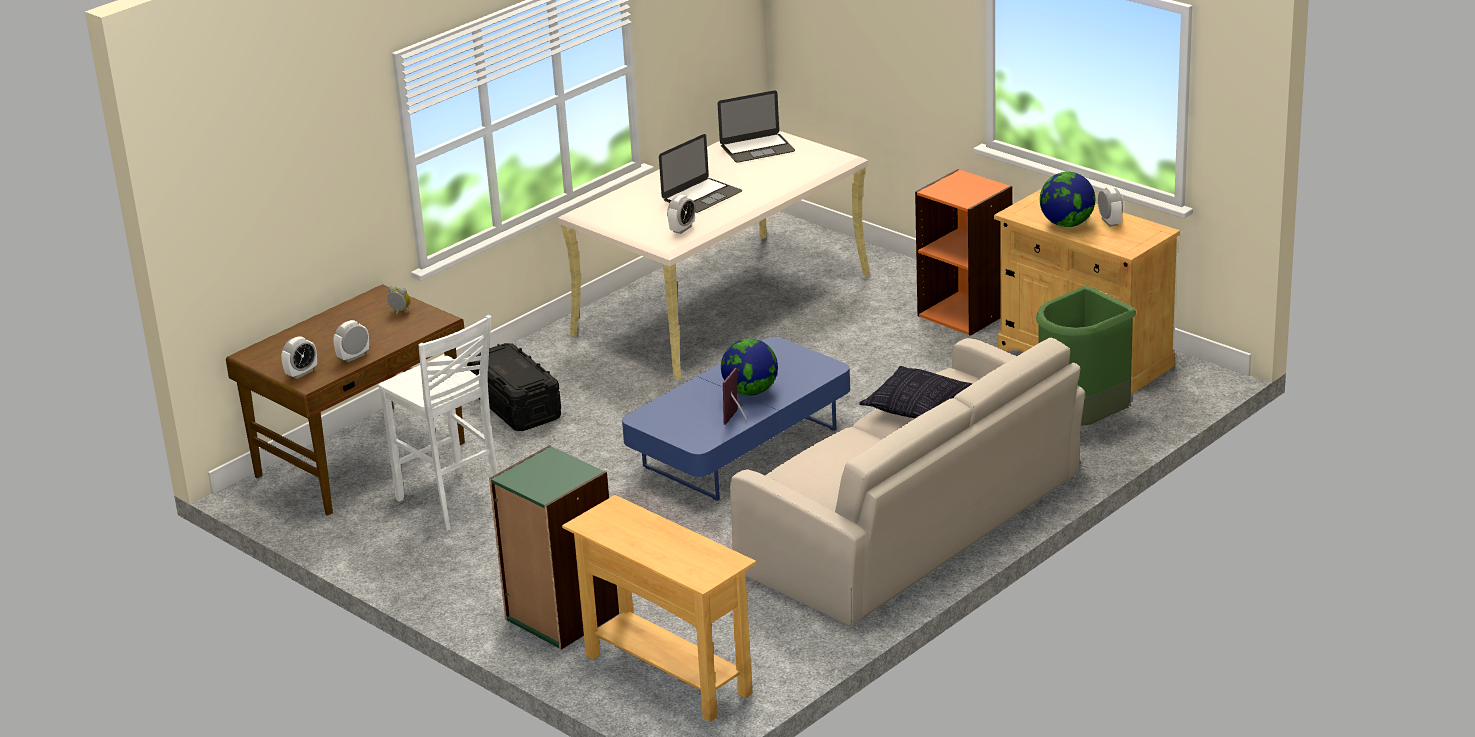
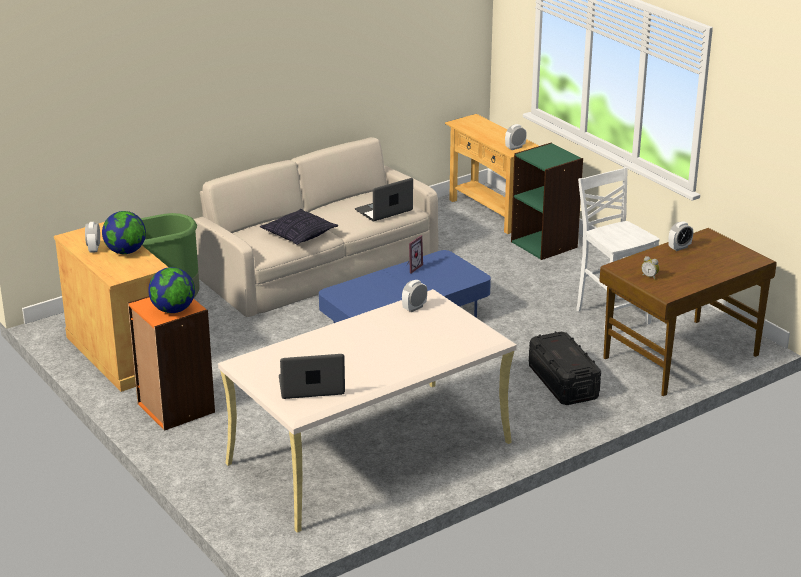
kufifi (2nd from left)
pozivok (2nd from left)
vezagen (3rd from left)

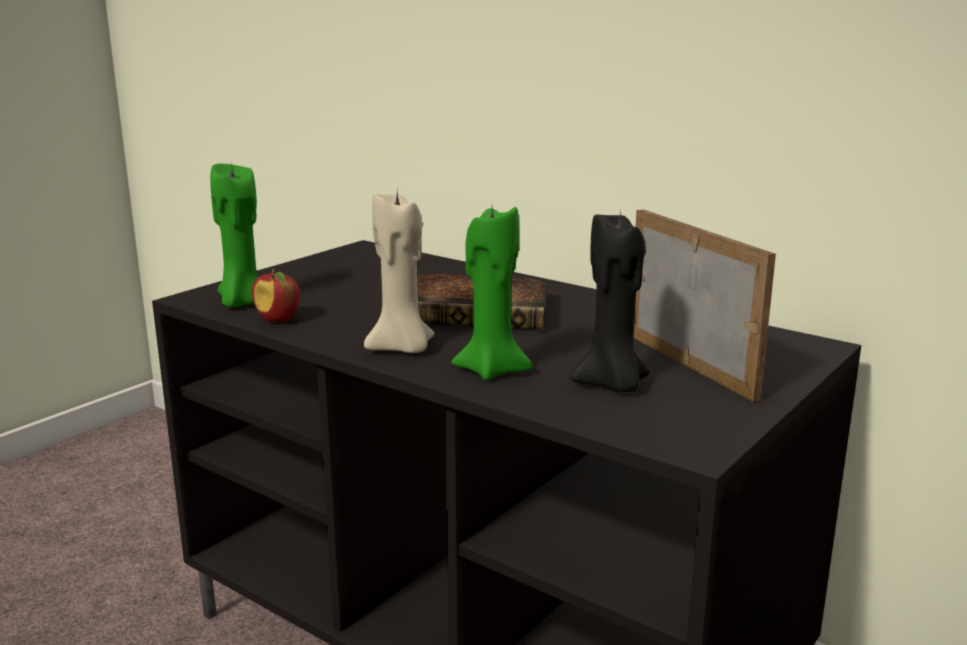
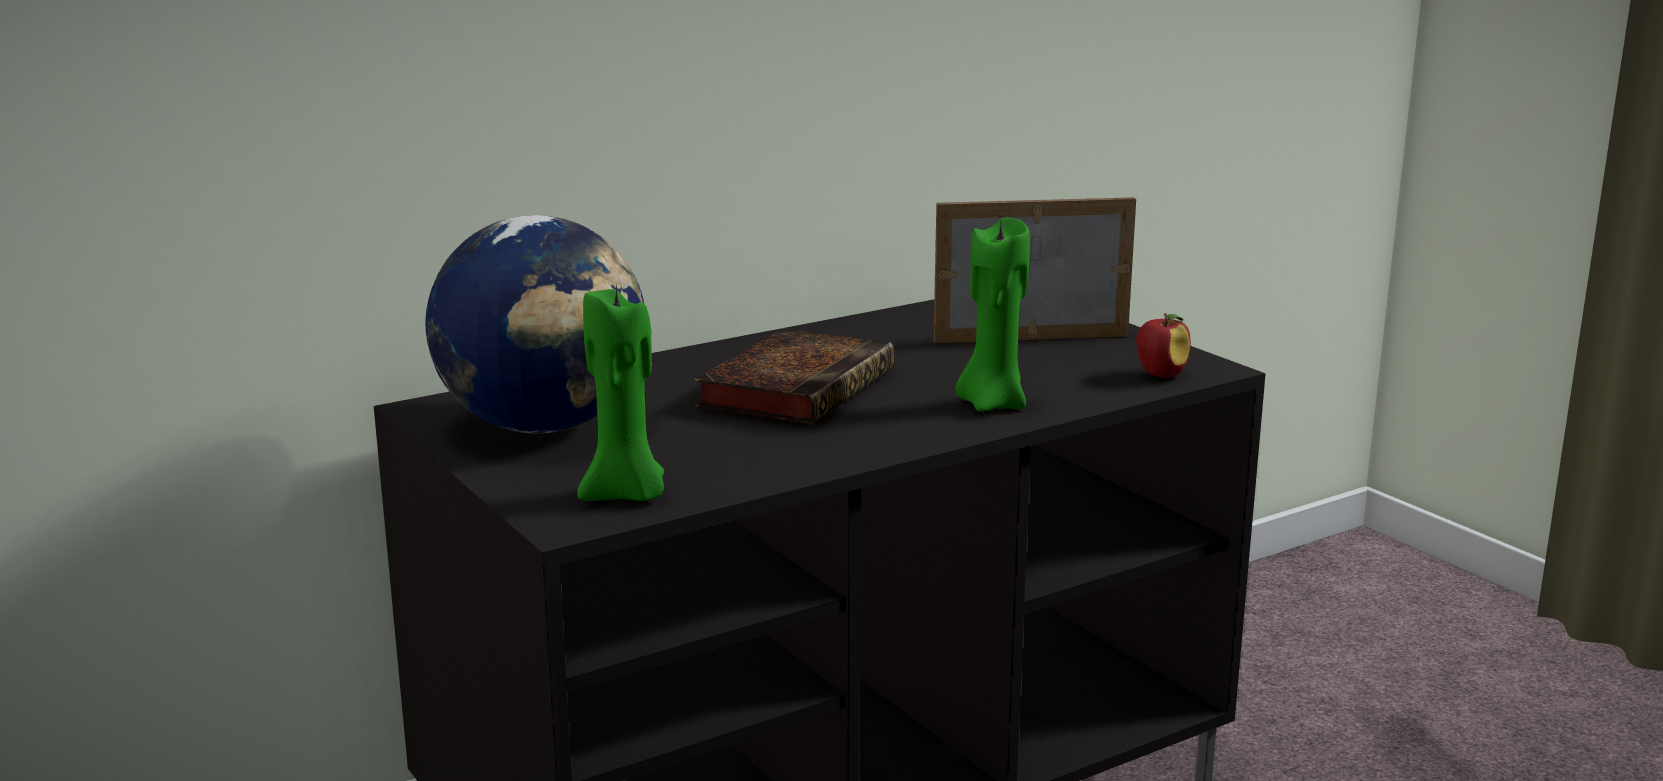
kufifi
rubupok
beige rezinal
black rezinal

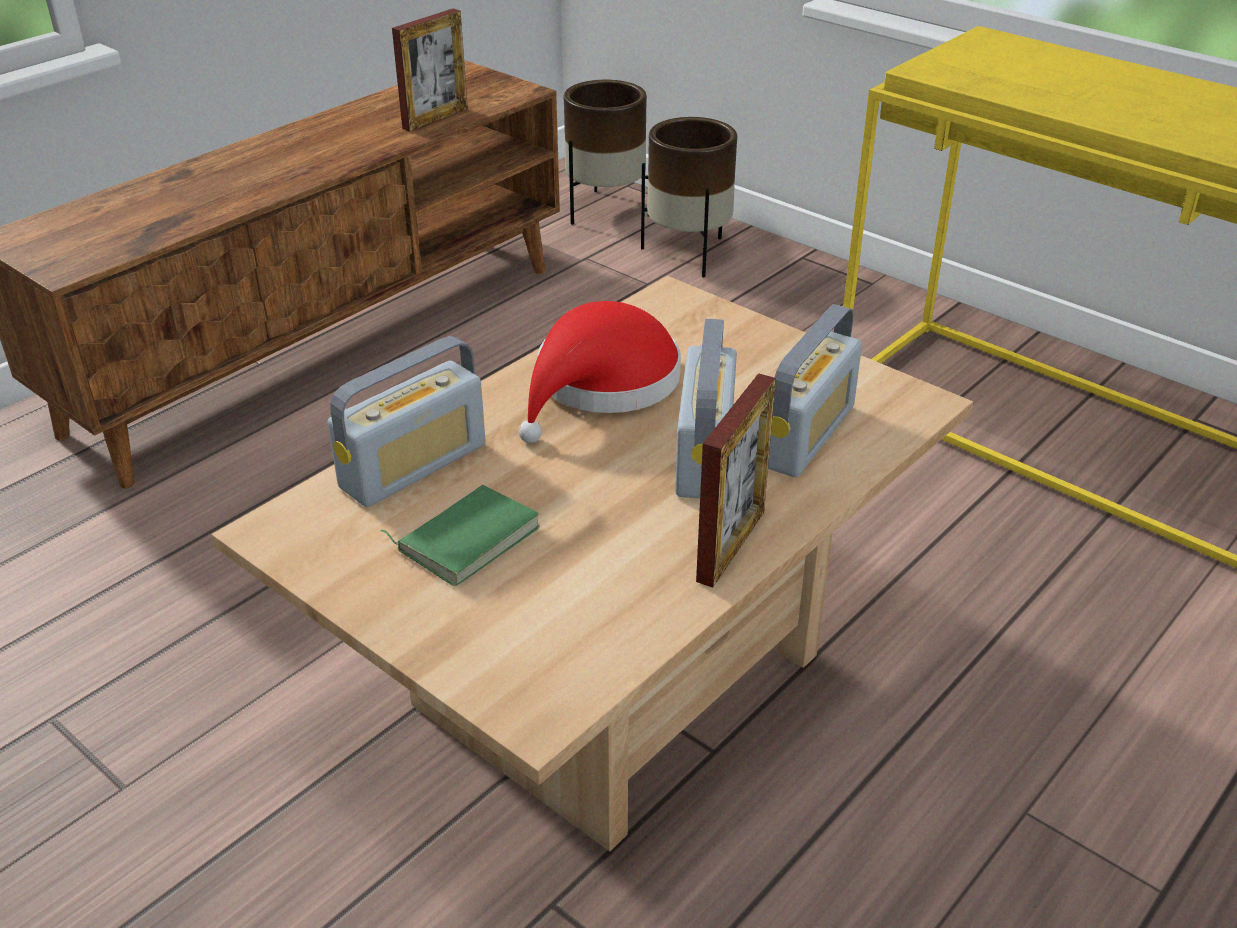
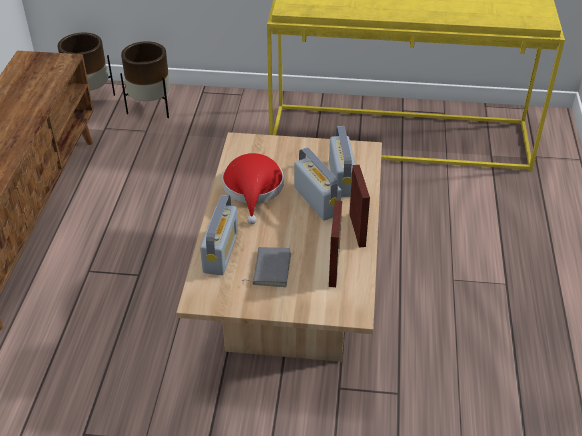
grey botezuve
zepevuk (1st from left)

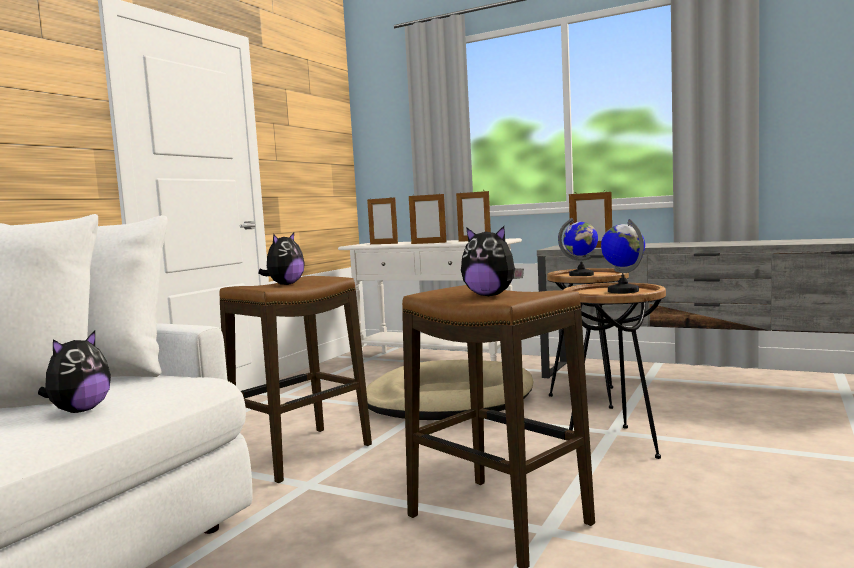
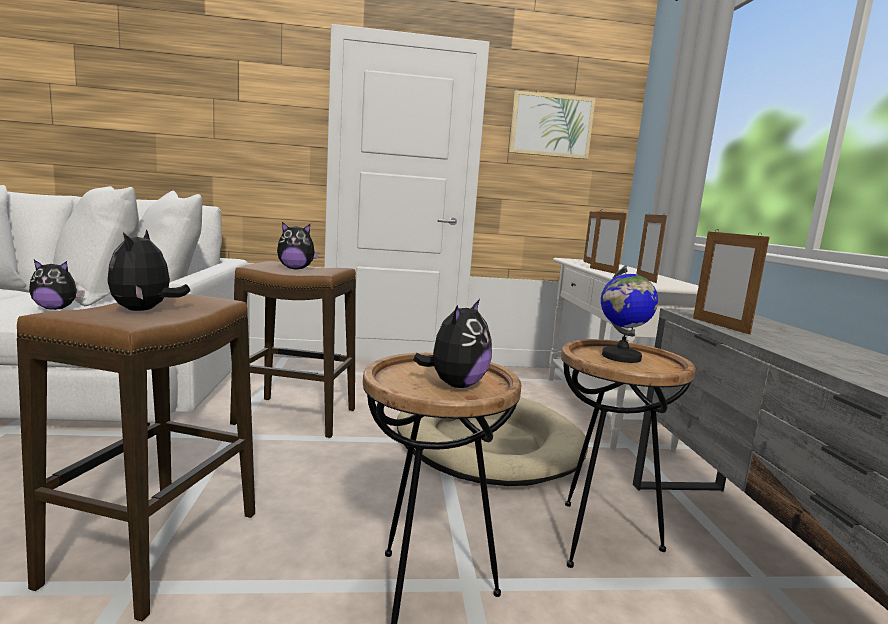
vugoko (4th from left)
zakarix

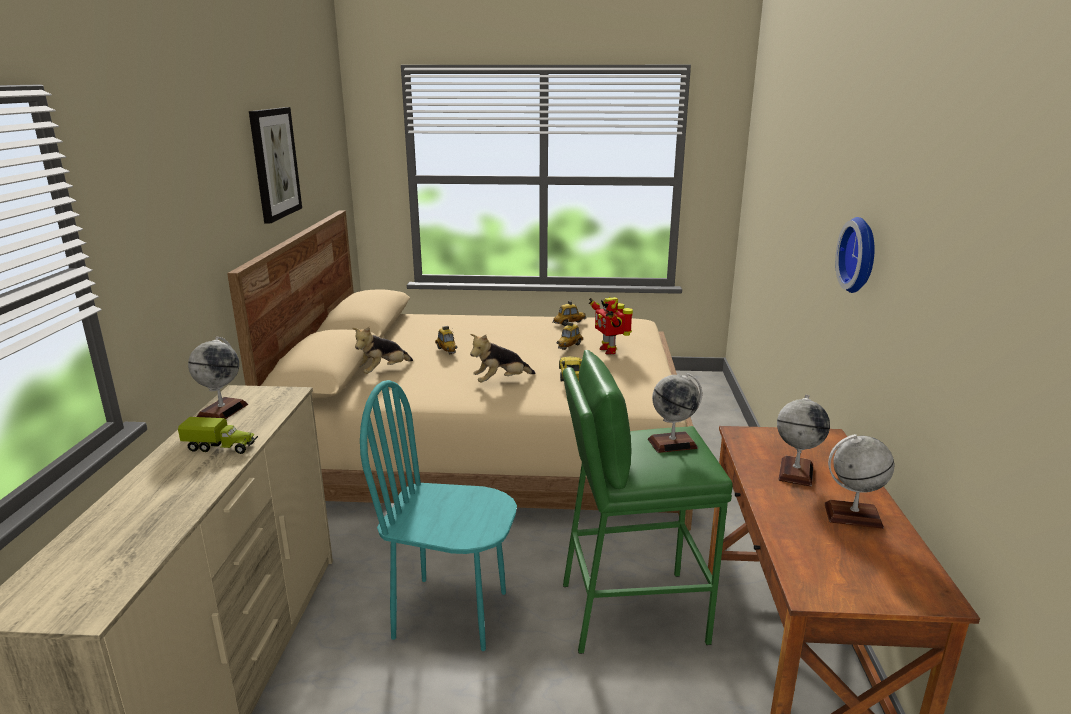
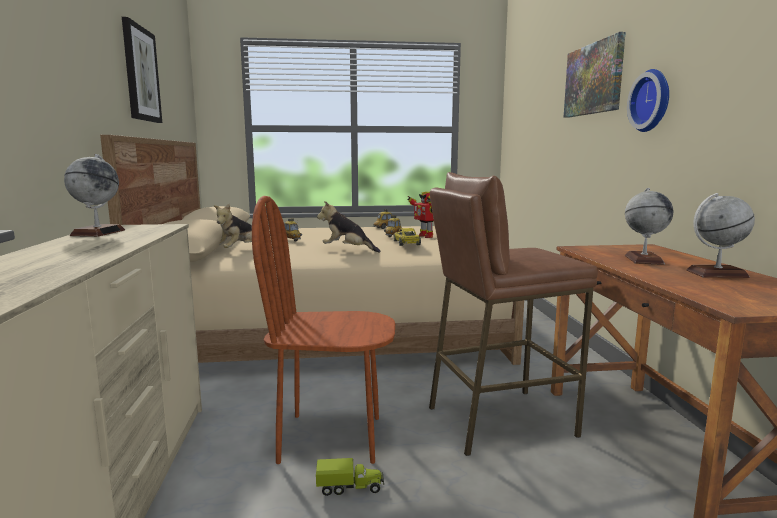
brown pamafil
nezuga
vugoko (2nd from left)
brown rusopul
zakarix (2nd from left)
kufifi (2nd from left in the first image)

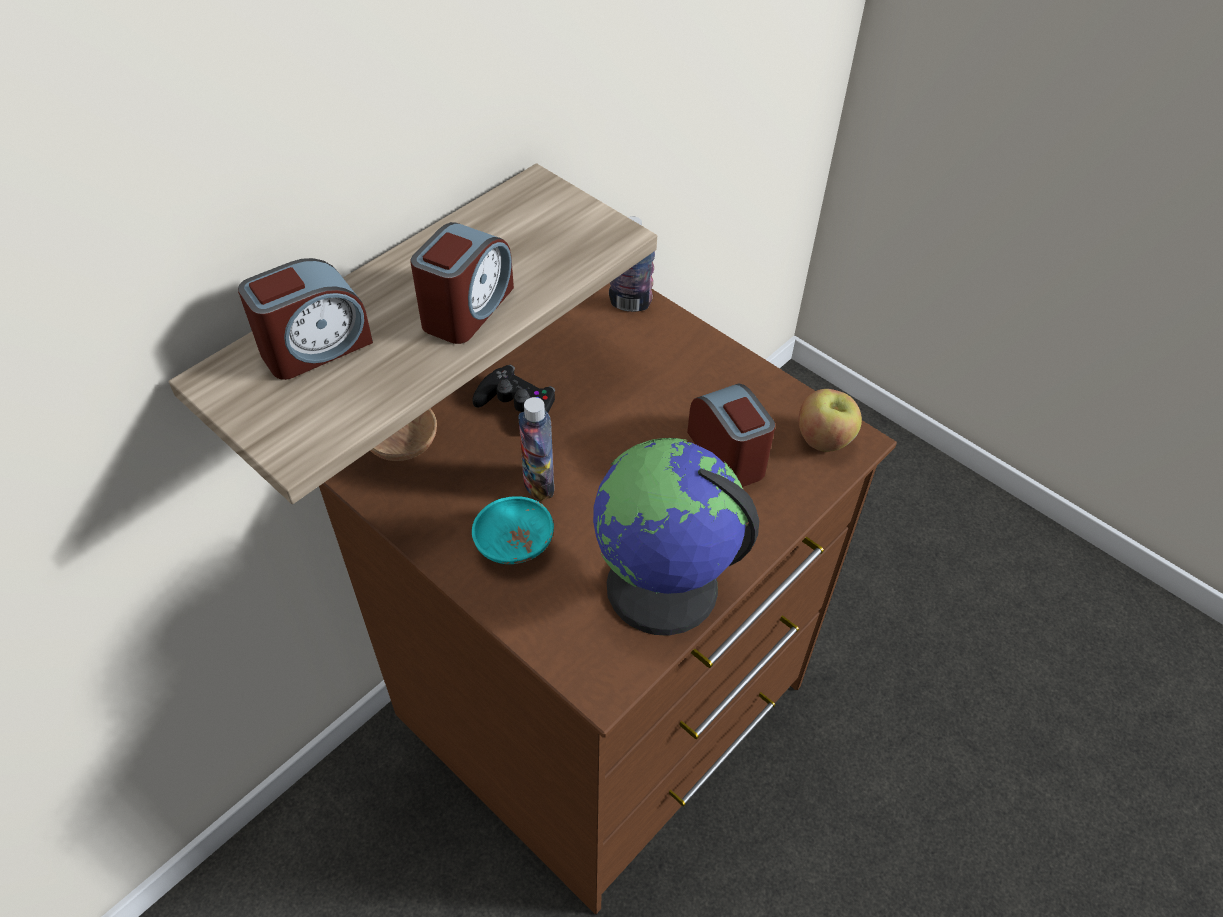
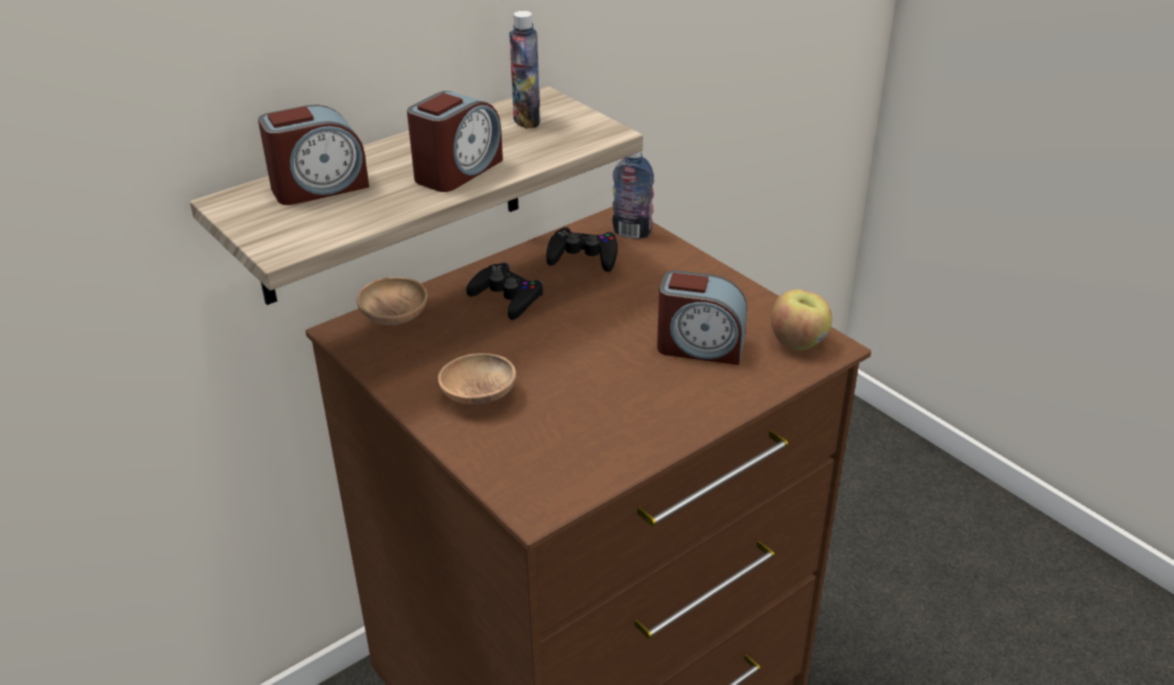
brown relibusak (2nd from left)
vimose (1st from left)
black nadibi (2nd from left)
vezagen (3rd from left)
kufifi

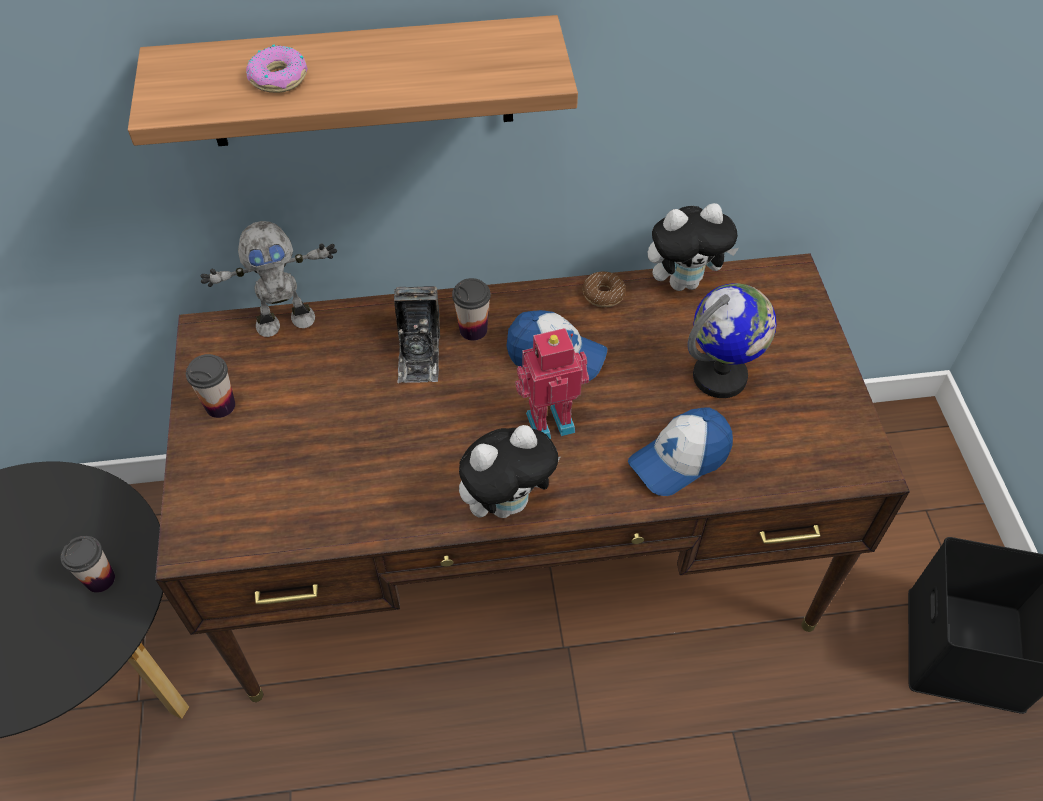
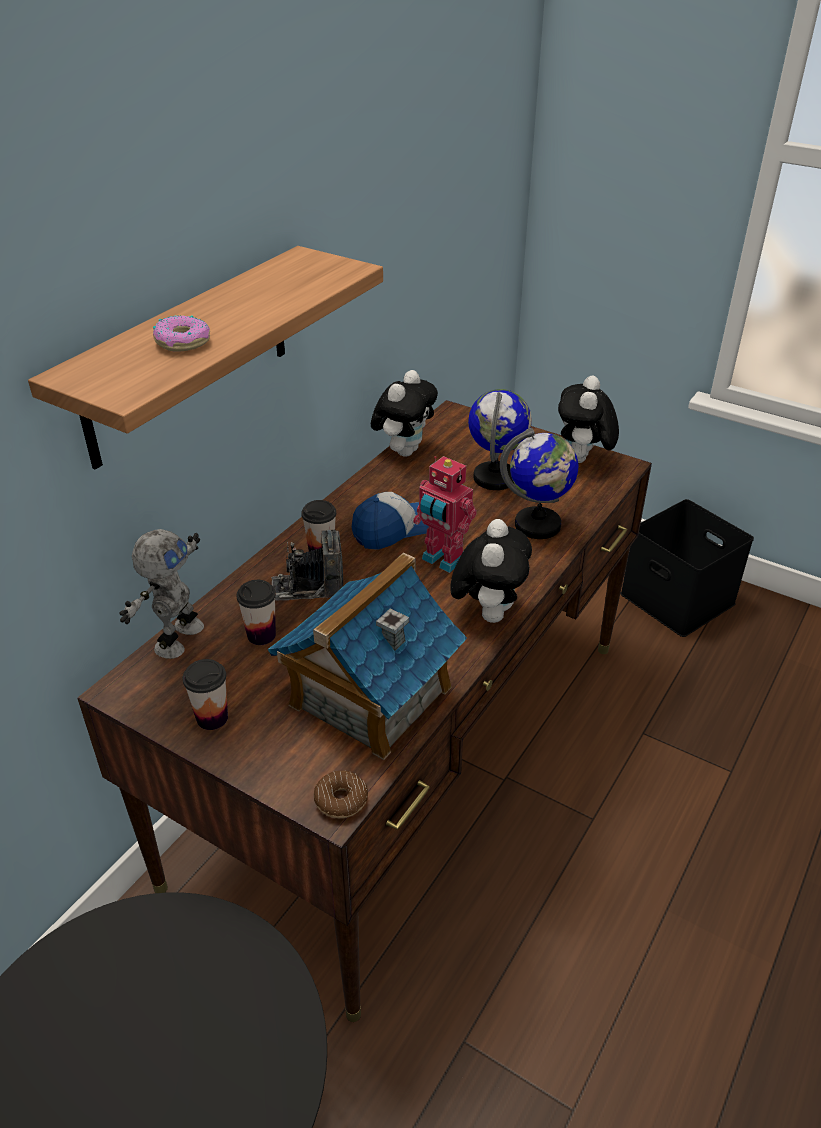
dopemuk (2nd from left)
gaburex
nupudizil
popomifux (2nd from left)
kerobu (2nd from left)
kufifi (2nd from left)
vugoko (3rd from left)

